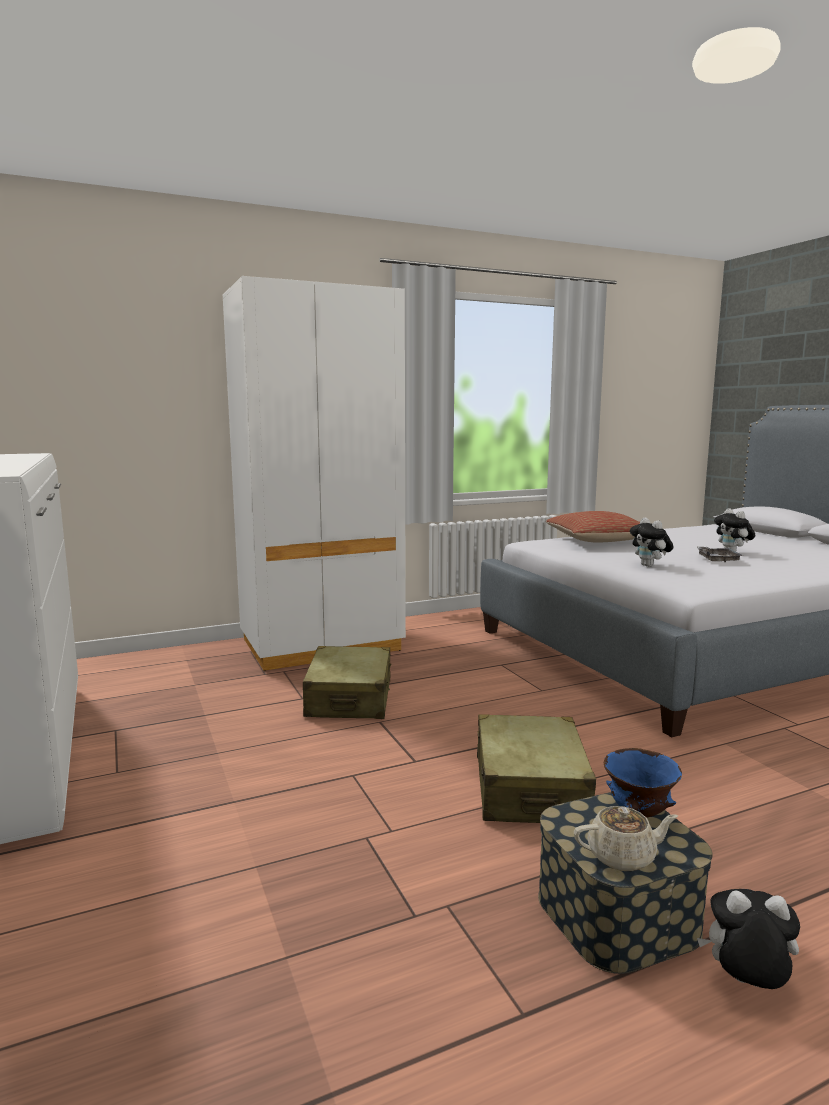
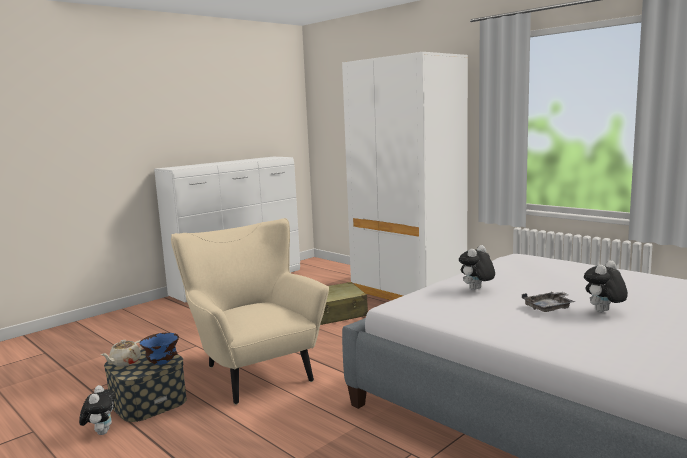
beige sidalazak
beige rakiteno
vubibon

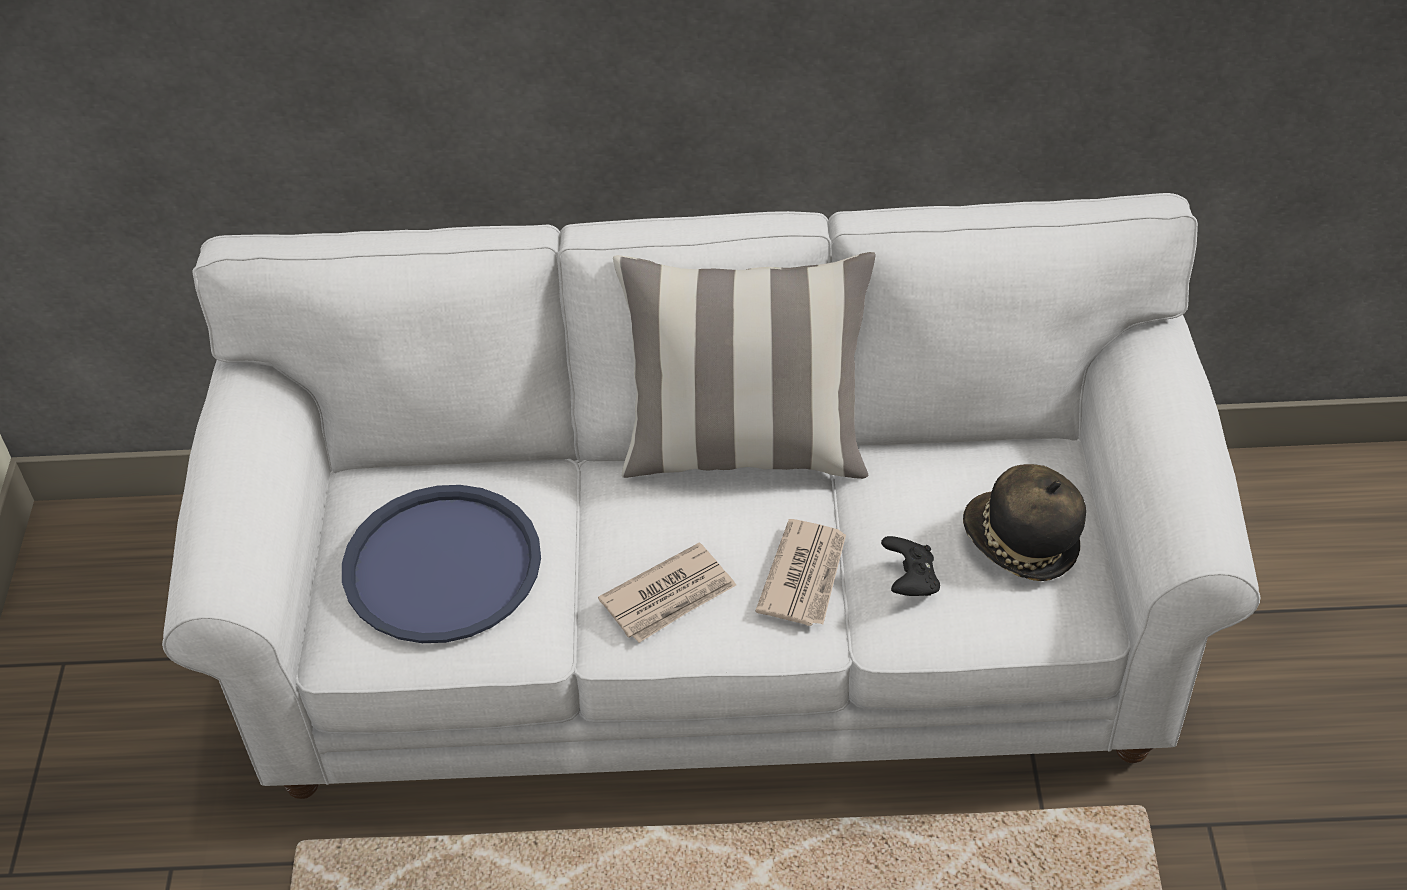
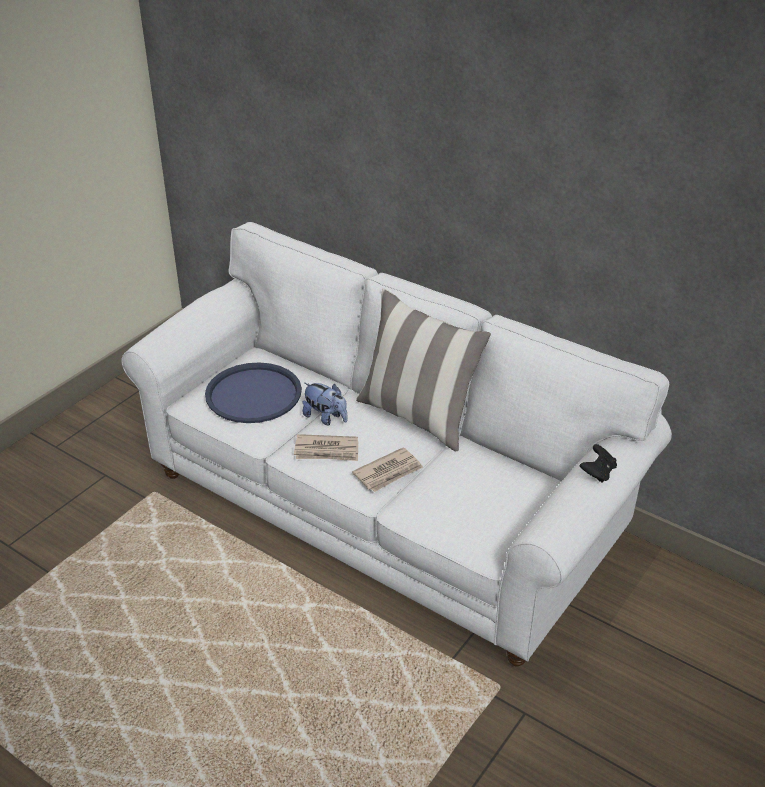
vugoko
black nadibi
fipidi

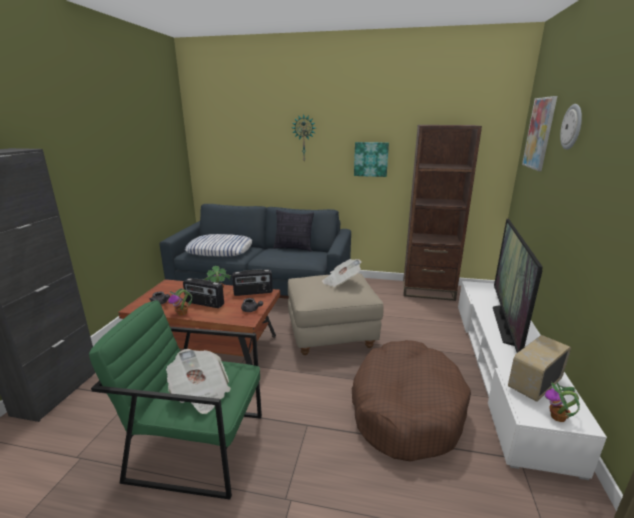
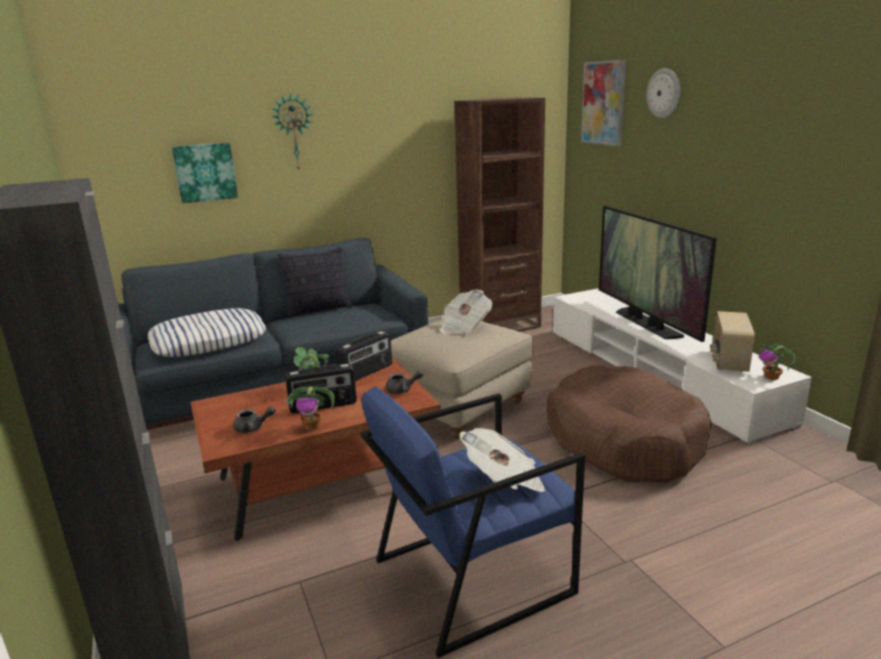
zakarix (1st from left)
blue rakiteno

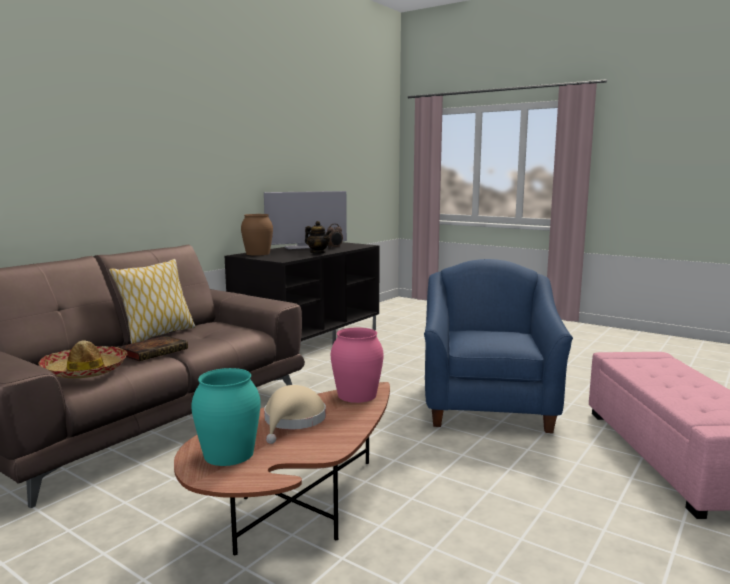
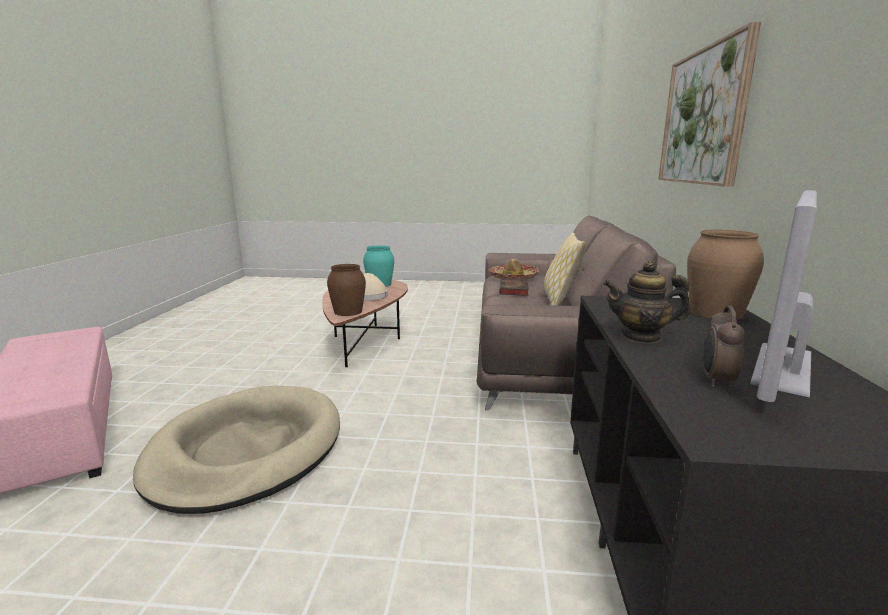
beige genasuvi
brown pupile (1st from left)
zakarix

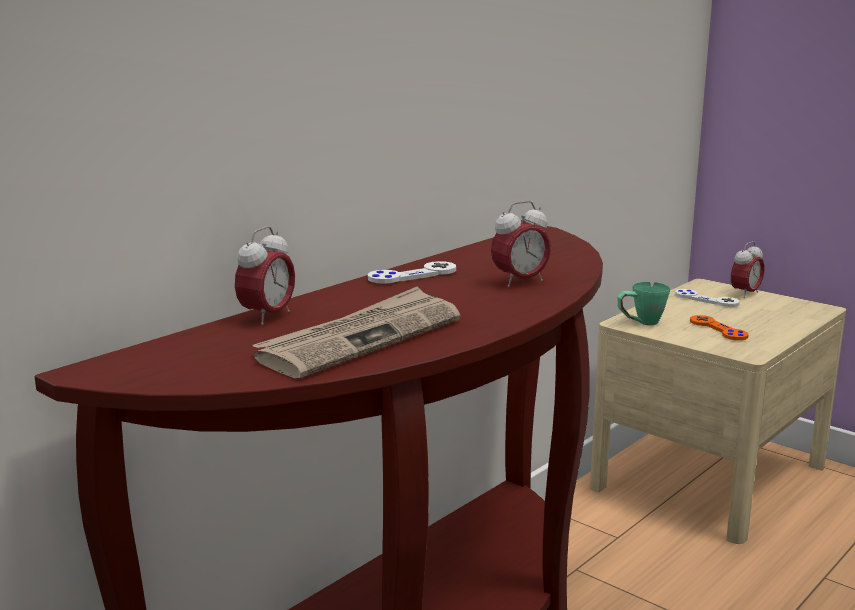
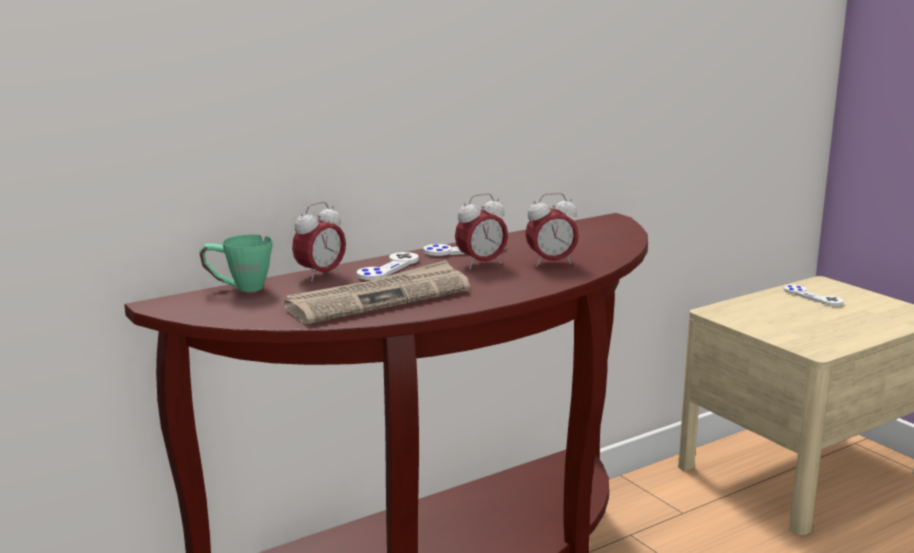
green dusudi
white nadibi (1st from left)
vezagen (2nd from left)
orange nadibi

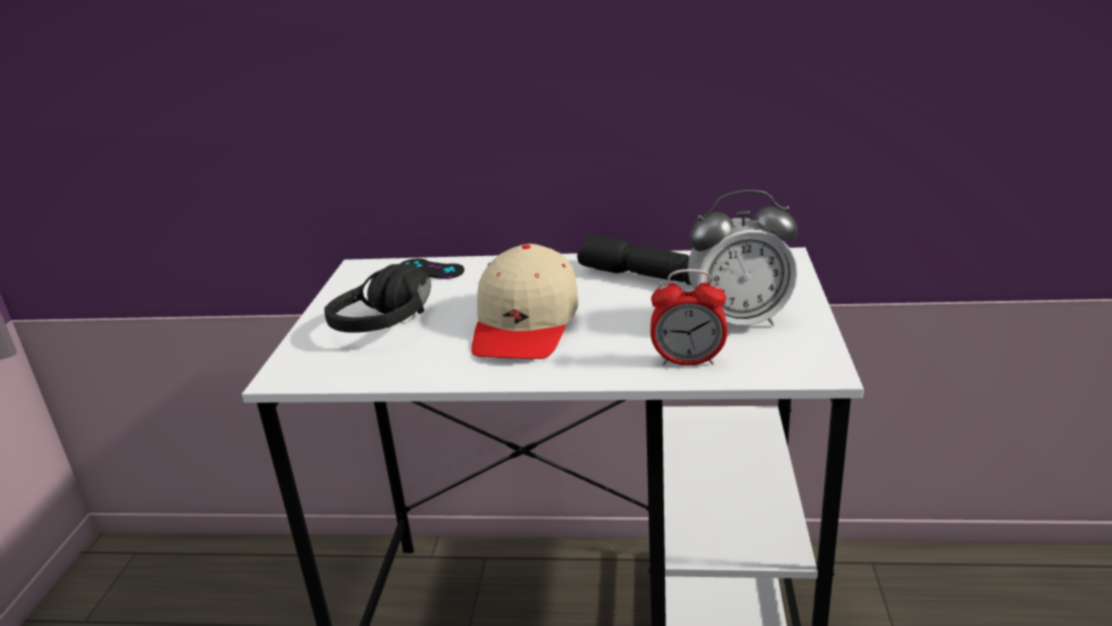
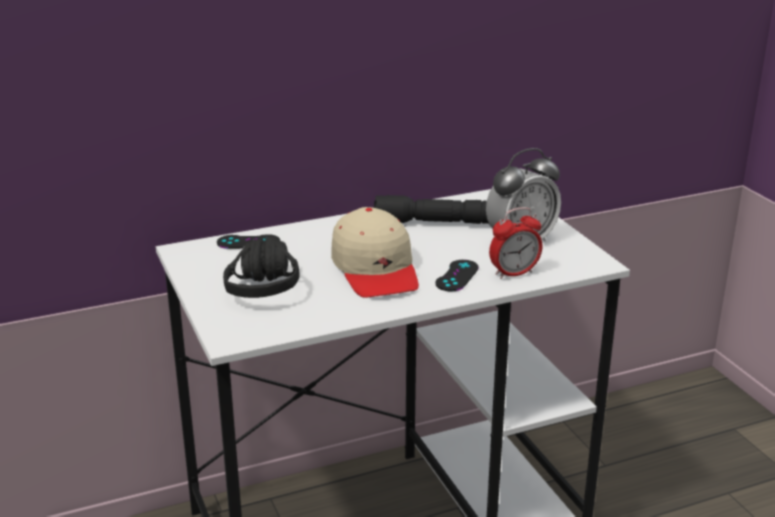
black nadibi (2nd from left)

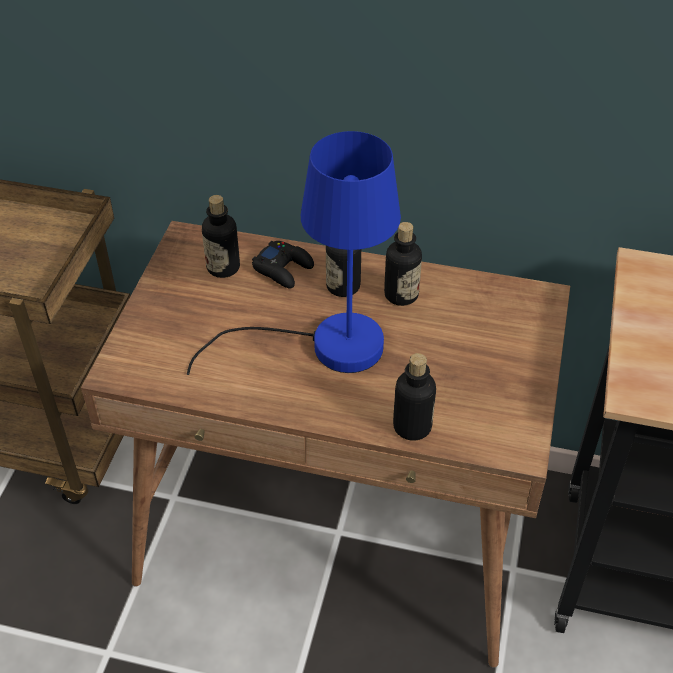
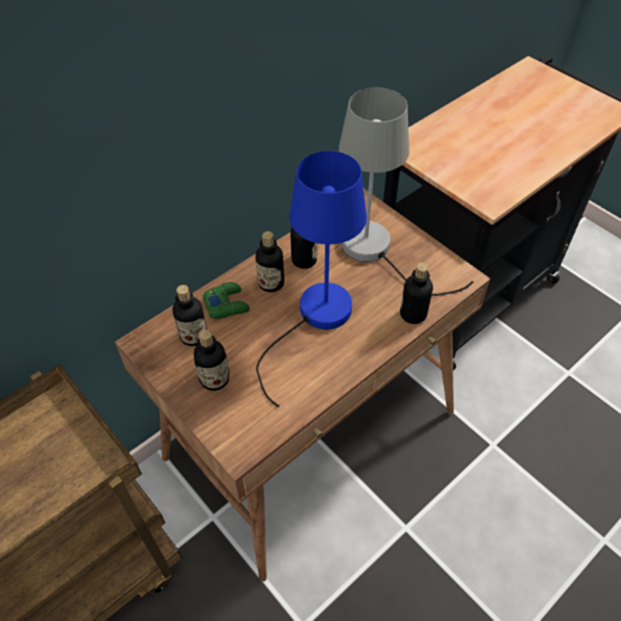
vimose (2nd from left)
green nadibi
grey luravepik

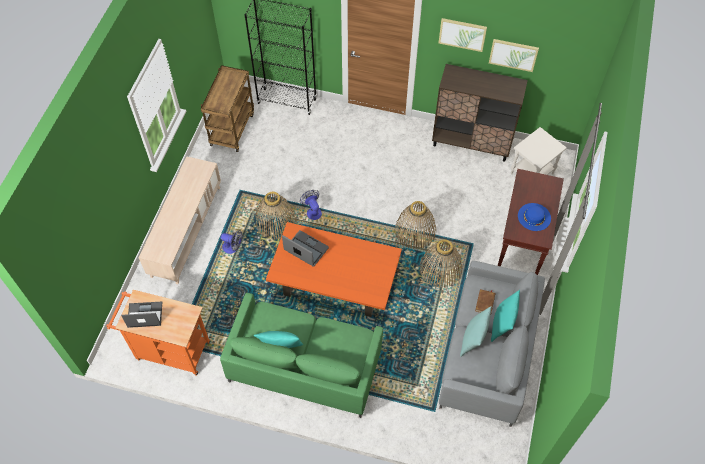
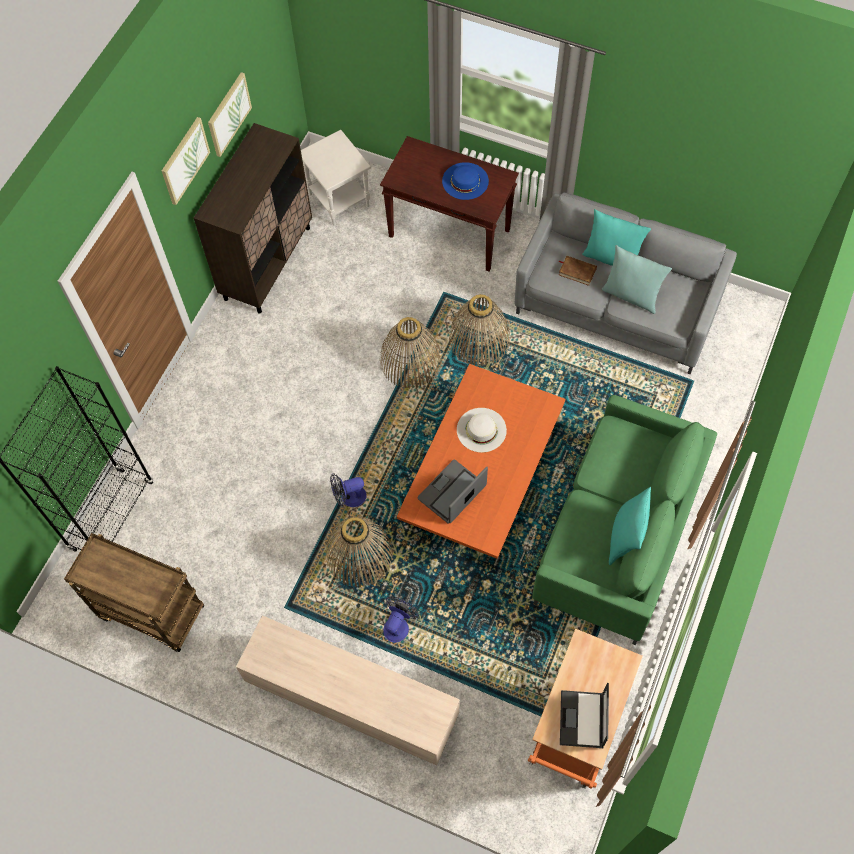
white fipidi

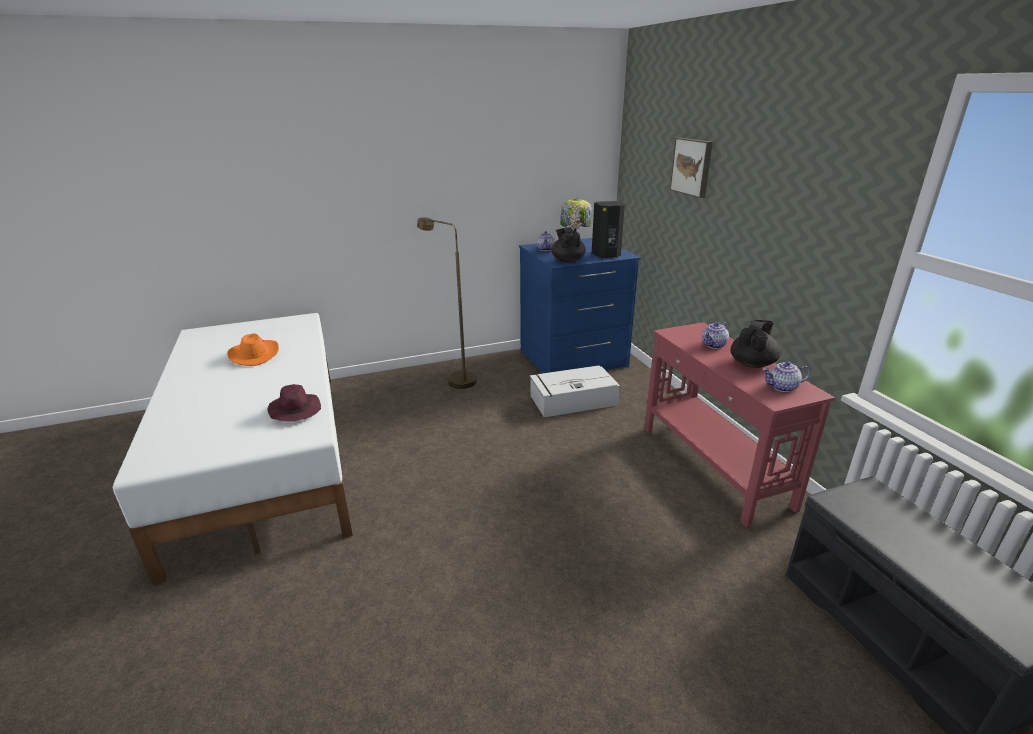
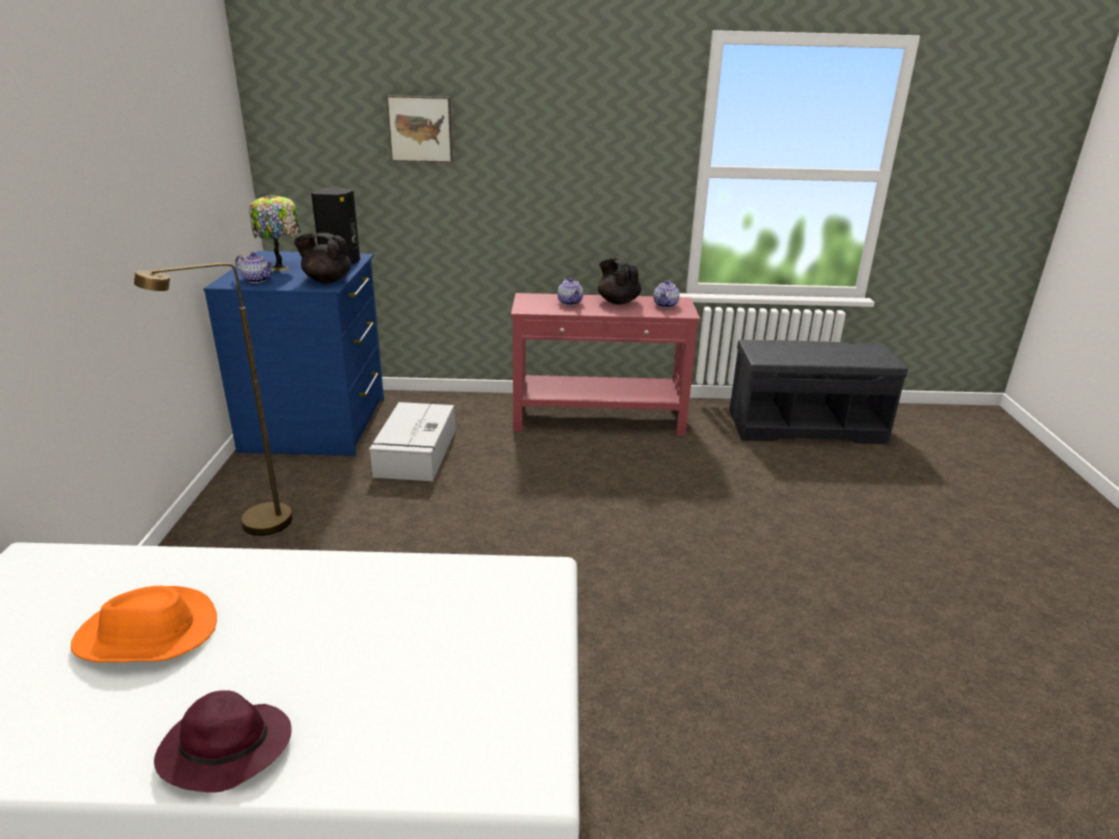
purple fipidi

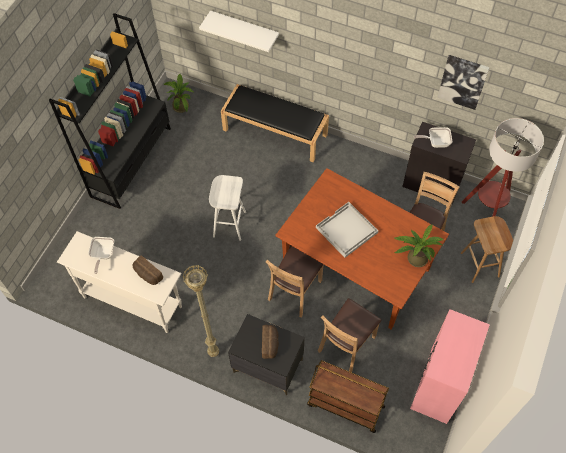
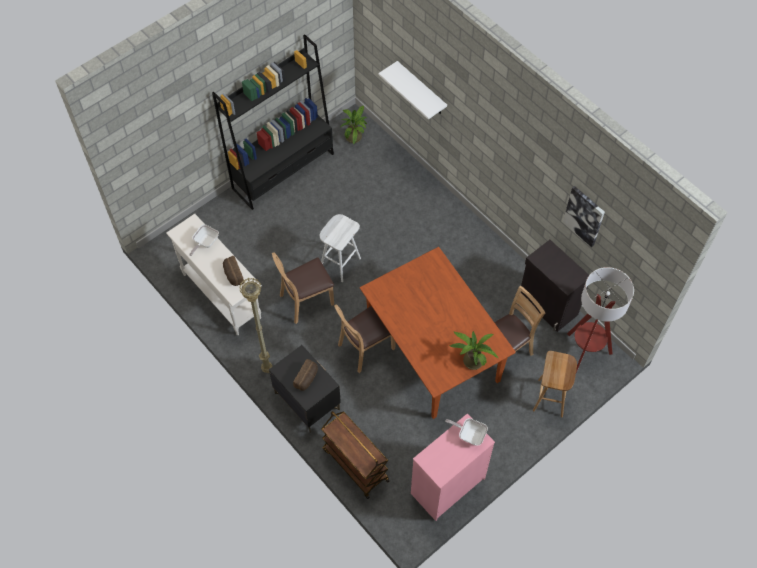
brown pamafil (1st from left)
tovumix (2nd from left)
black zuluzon
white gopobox

